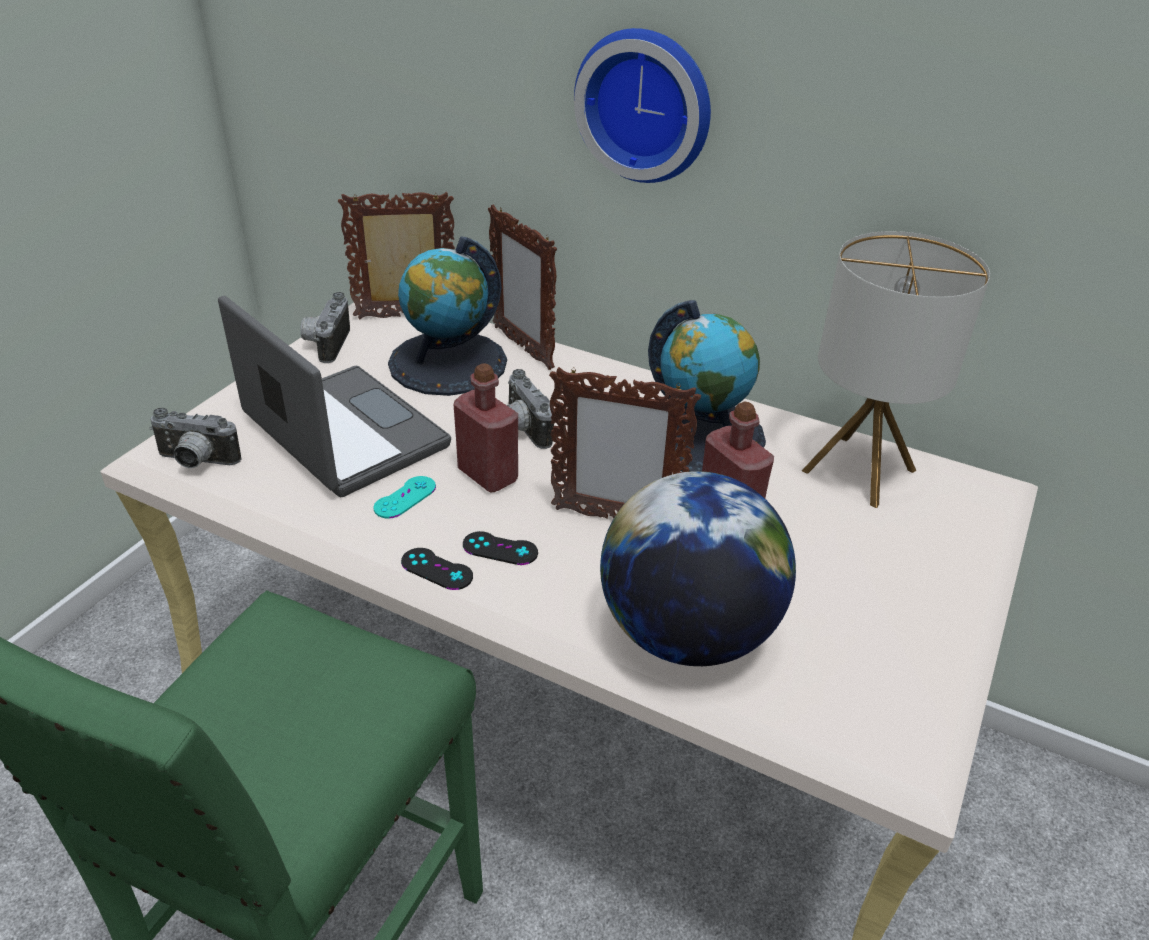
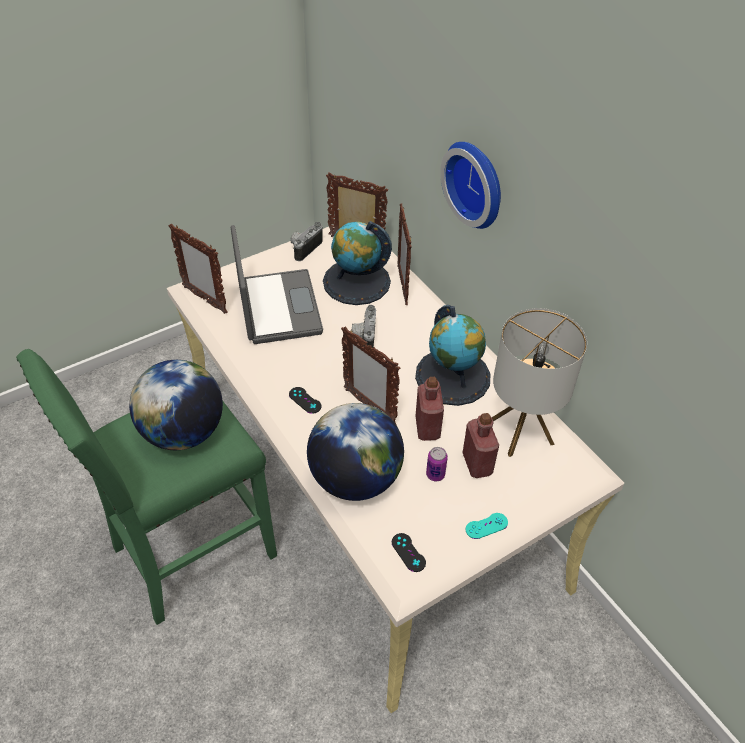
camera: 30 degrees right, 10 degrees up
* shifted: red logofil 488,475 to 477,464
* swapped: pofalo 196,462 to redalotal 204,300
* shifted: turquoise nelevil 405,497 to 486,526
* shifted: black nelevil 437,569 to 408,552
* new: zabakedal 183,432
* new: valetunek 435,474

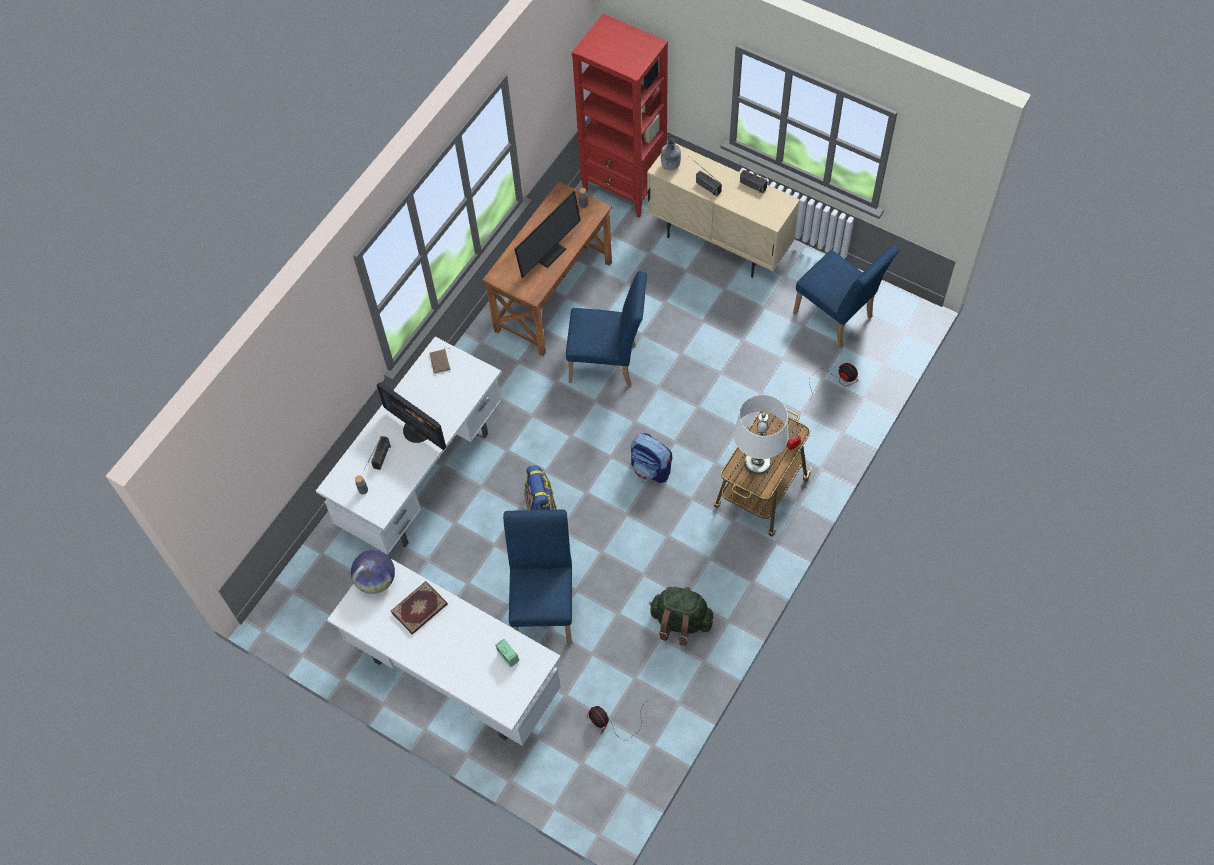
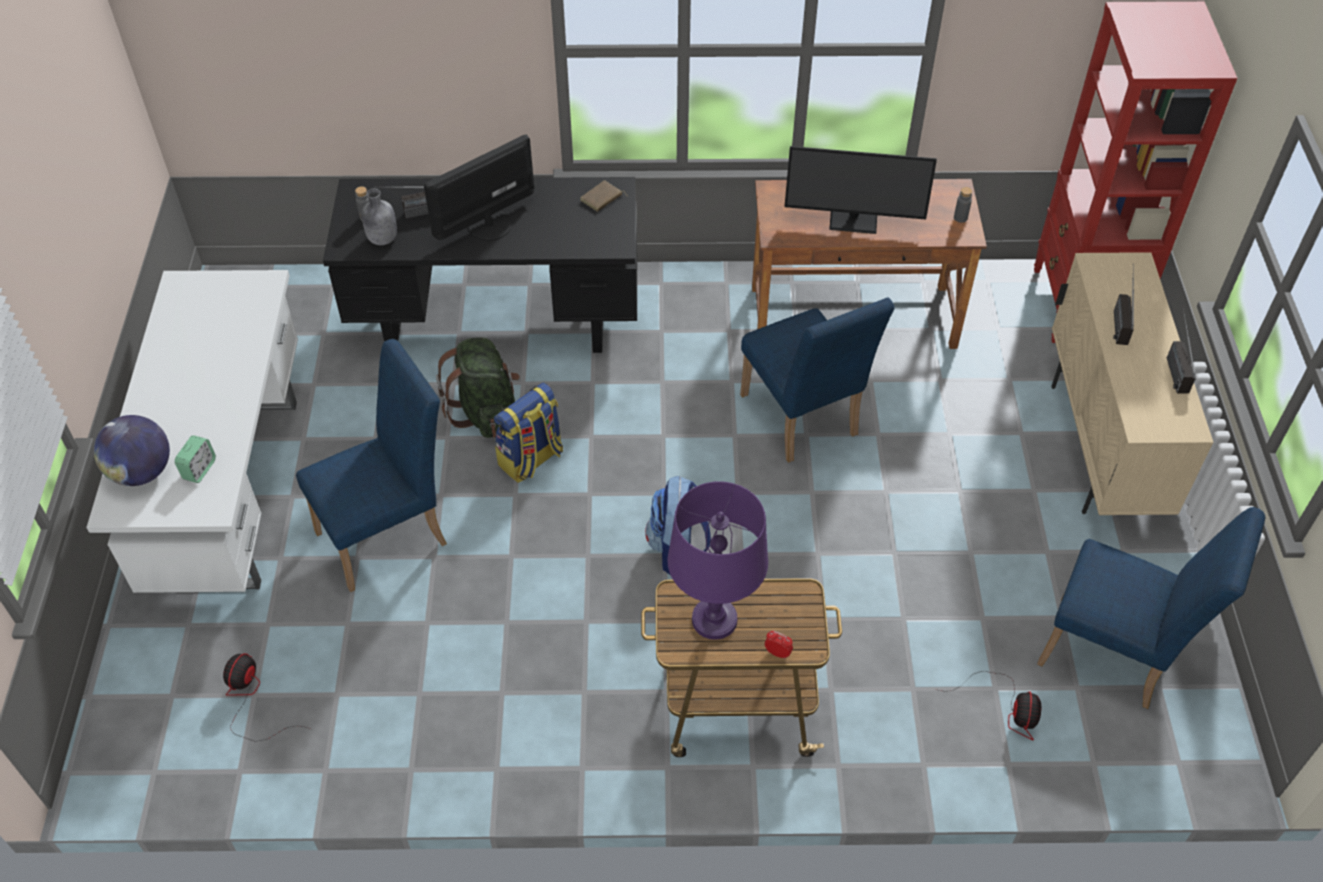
camera: 55 degrees right, 10 degrees down
* shifted: grey logofil 670,166 to 382,239
* rotated: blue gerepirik 837,318 = 1115,656 75 degrees counterclockwise
* repainted: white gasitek 423,476 to black gasitek 498,323
* rotated: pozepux 418,429 = 487,224 45 degrees clockwise
* repainted: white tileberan 757,463 to purple tileberan 714,620
* shifted: zabakedal 376,580 to 142,472
* gone: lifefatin 420,609
* shifted: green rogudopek 680,622 to 485,411

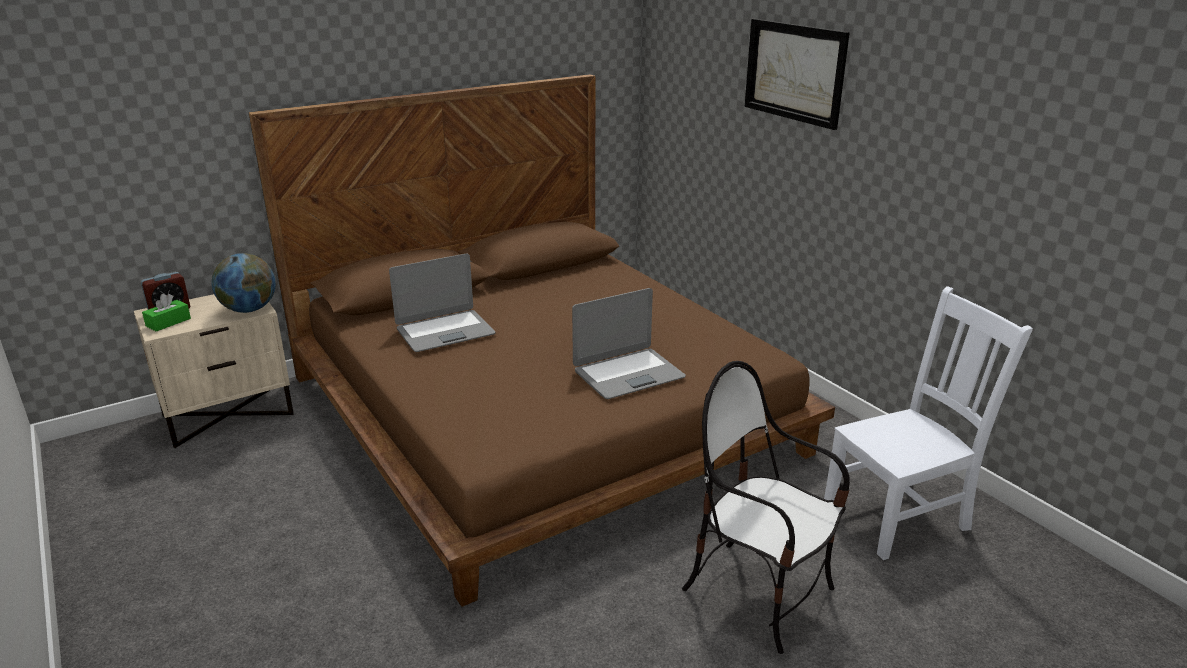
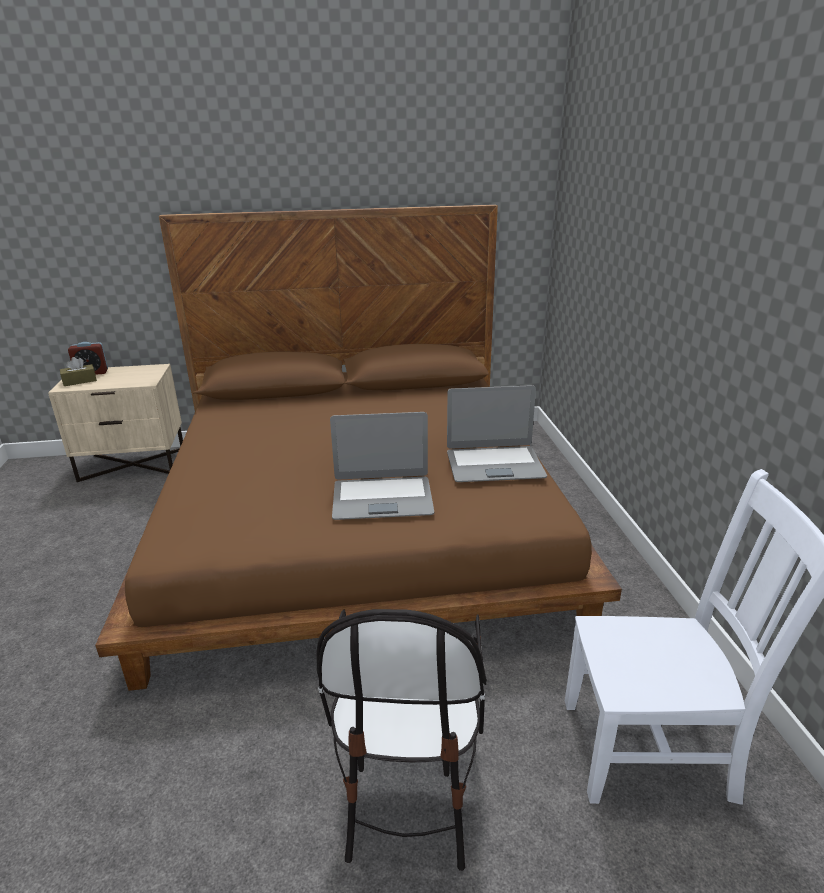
camera: 25 degrees right, 0 degrees up
* gone: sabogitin 794,72
* gone: zabakedal 249,309
* shifted: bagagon 445,332 to 494,465
* repainted: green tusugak 168,322 to brown tusugak 80,381
* rotated: gerepirik 758,593 = 408,788 150 degrees counterclockwise

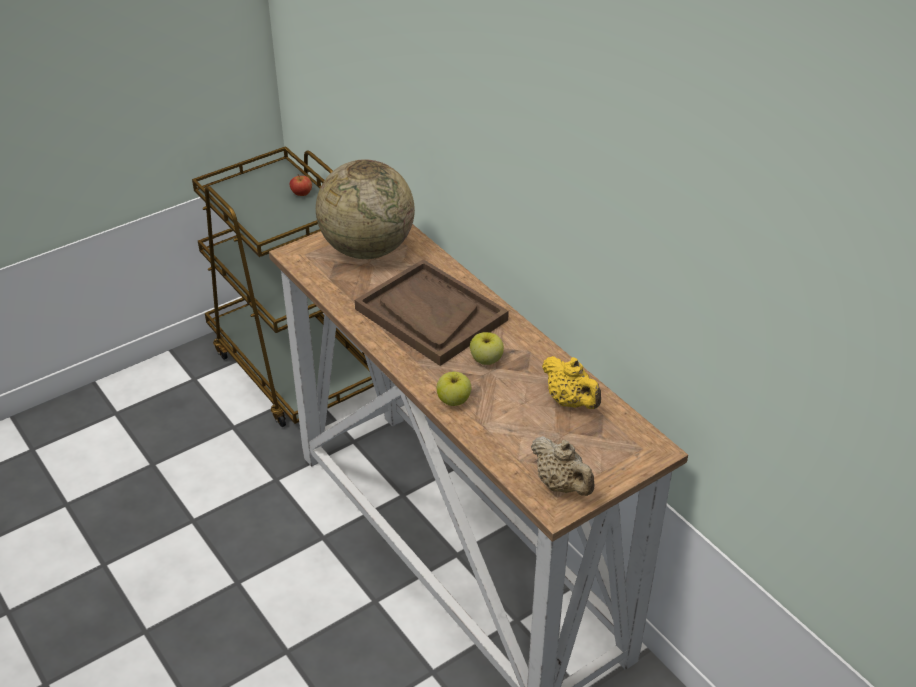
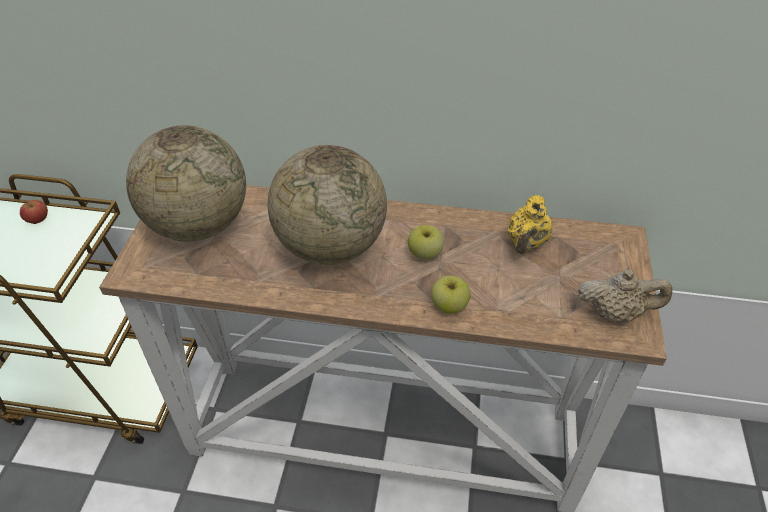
camera: 45 degrees left, 5 degrees up
* swapped: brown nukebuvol 430,314 to zabakedal 330,246
* rotated: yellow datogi 570,401 = 526,243 105 degrees clockwise

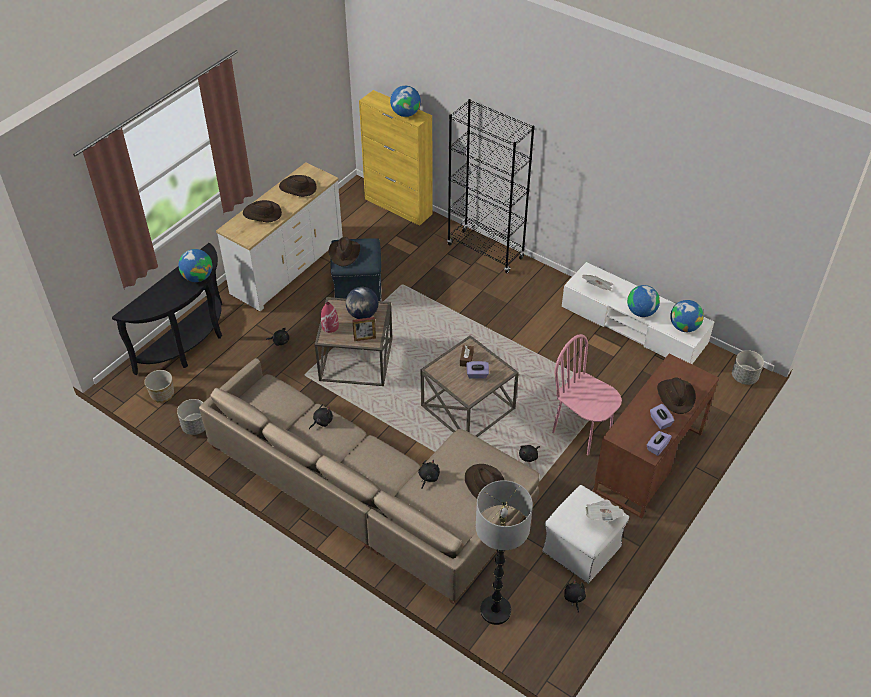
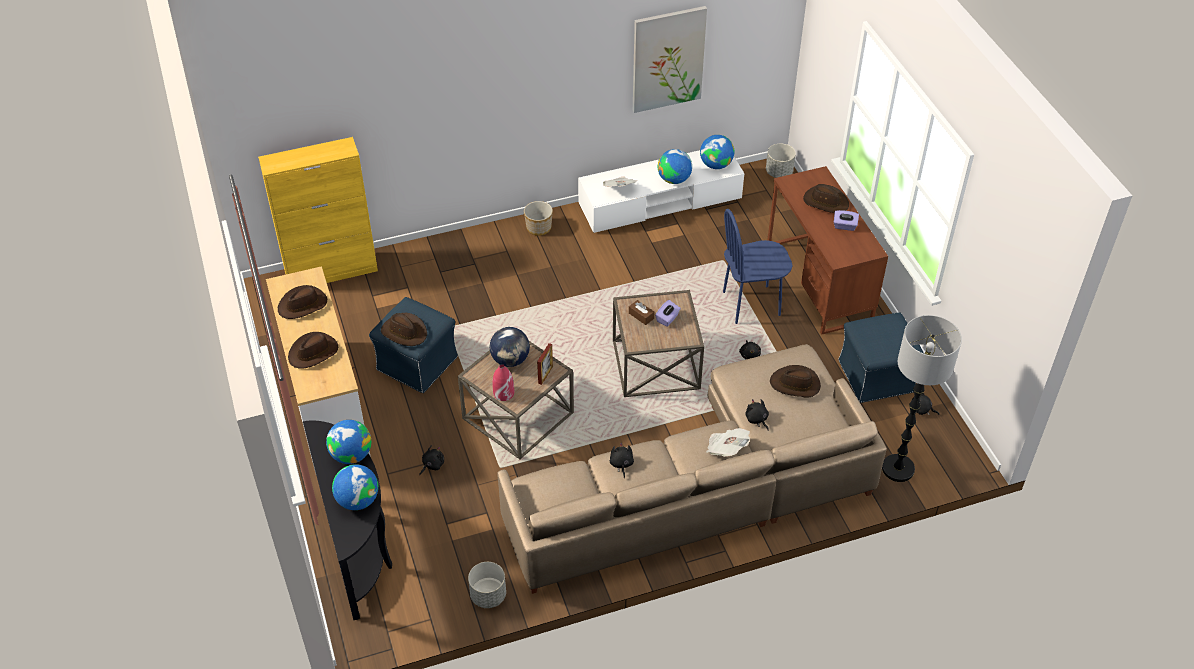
camera: 55 degrees left, 0 degrees up
* shifted: zabakedal 405,114 to 358,500
* gone: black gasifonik 485,251
* repainted: pink gerepirik 582,431 to blue gerepirik 751,304
* shifted: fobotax 162,394 to 539,228
* gone: purple tusugak 657,447
* repainted: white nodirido 581,549 to blue nodirido 876,377
* shifted: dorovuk 603,516 to 726,448
* new: sabogitin 668,59

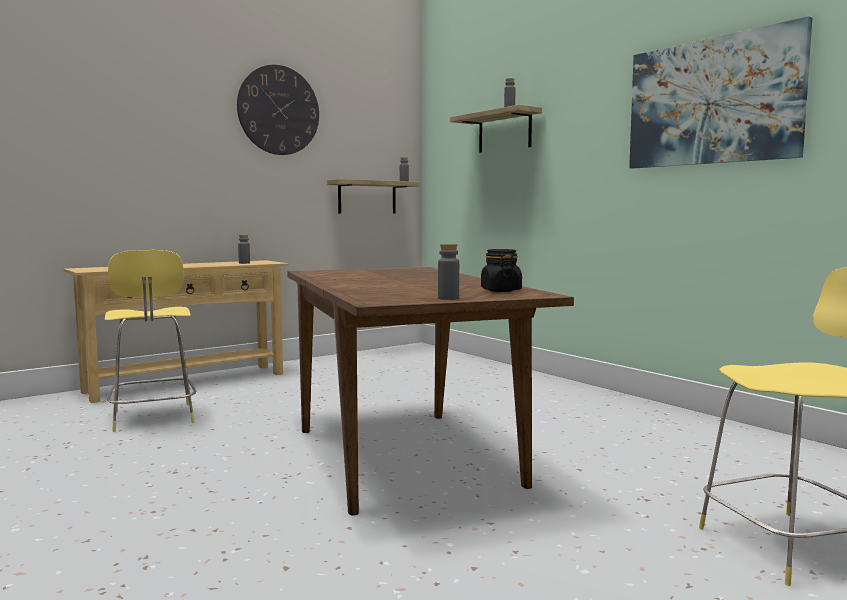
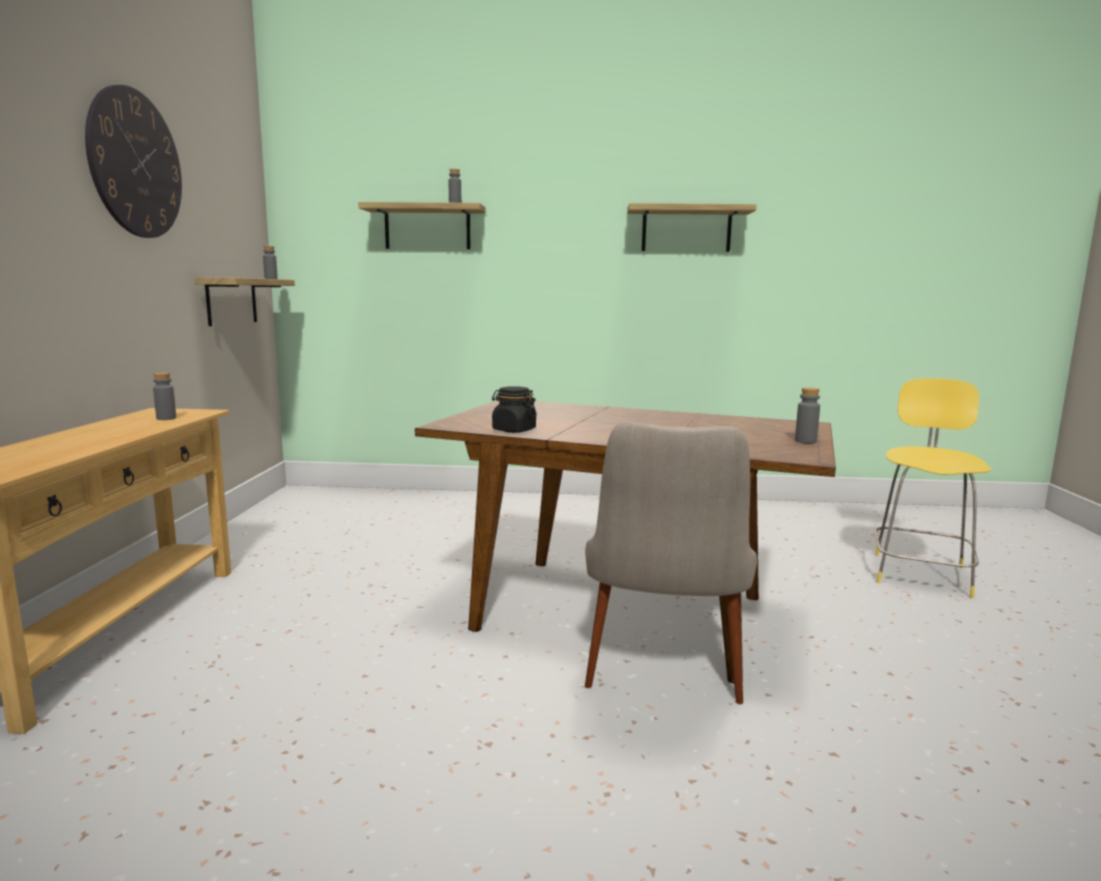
camera: 50 degrees left, 5 degrees up
* swapped: sabogitin 712,102 to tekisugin 686,229
* shifted: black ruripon 500,290 to 513,430
* gone: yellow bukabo 153,418
* new: beige gerepirik 662,678

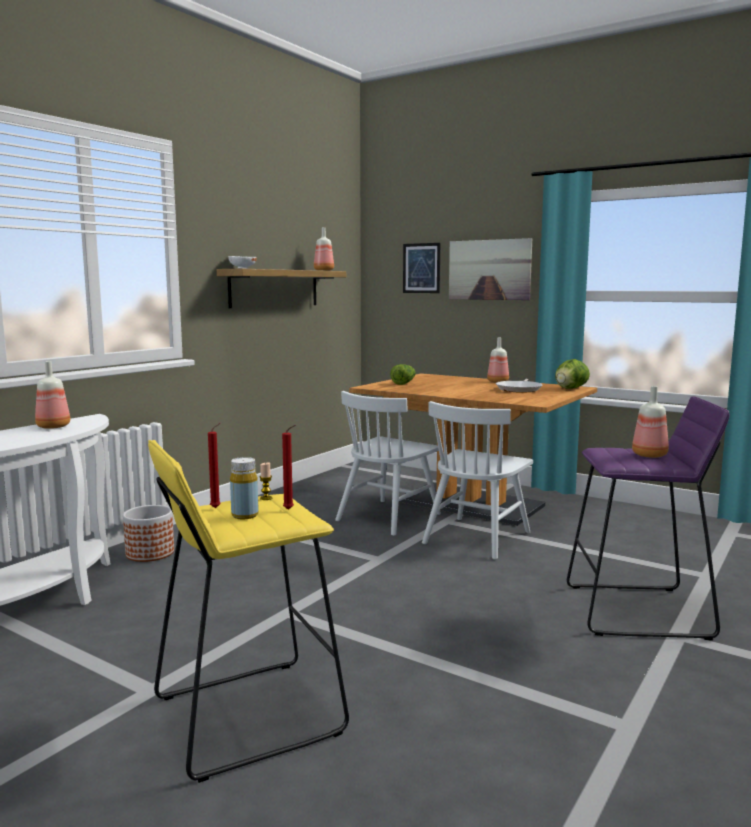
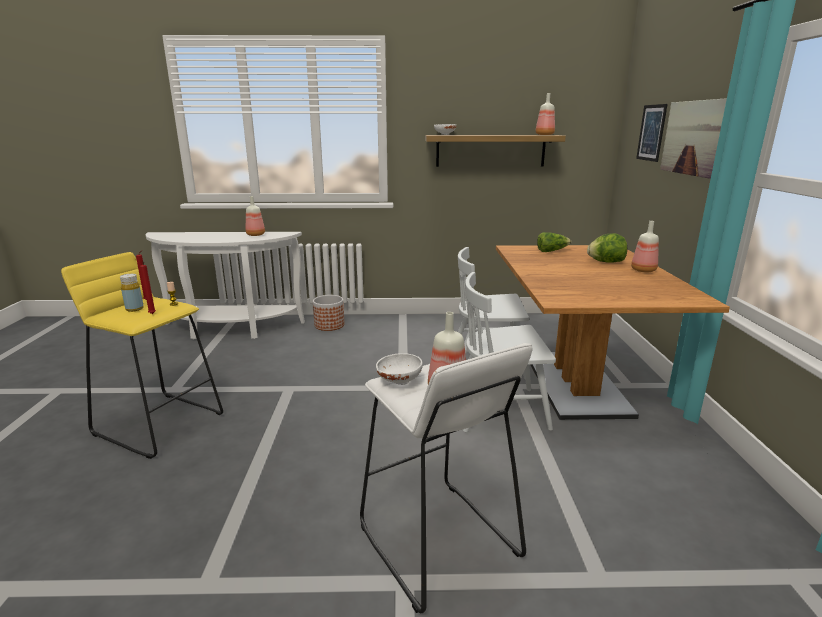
camera: 55 degrees right, 10 degrees up
* shifted: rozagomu 570,388 to 606,262
* gone: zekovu 519,389
* repainted: purple bukabo 638,611 to white bukabo 437,542
* new: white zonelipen 398,380

